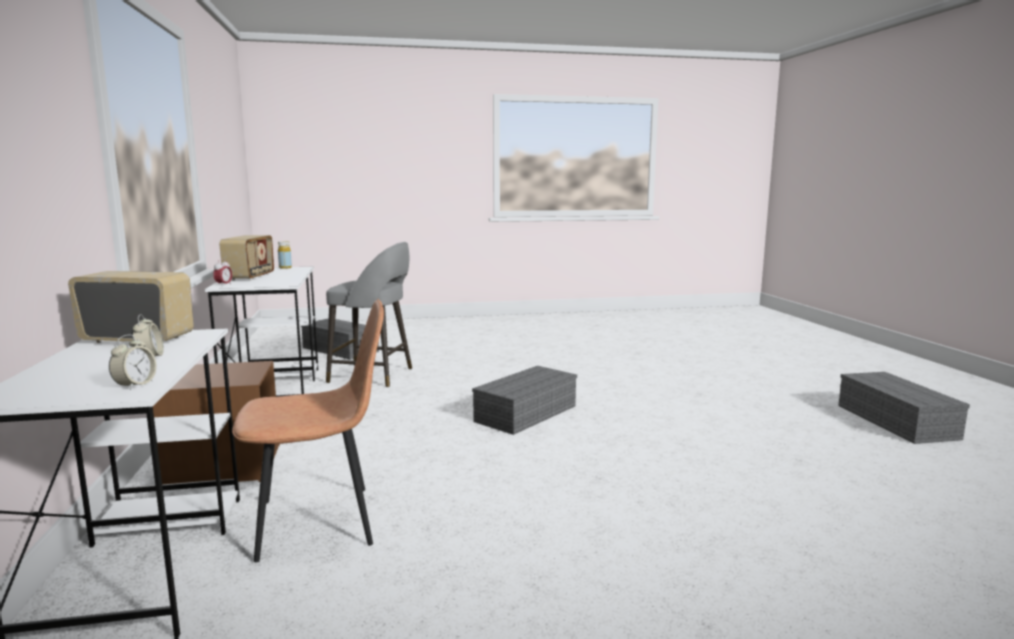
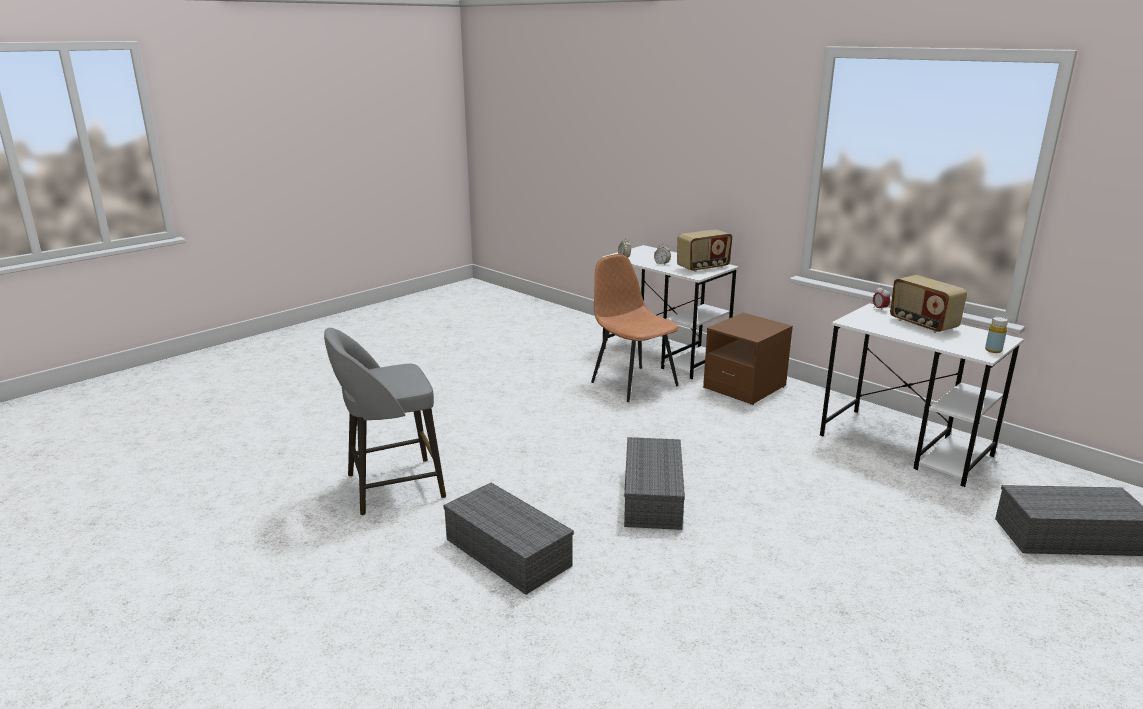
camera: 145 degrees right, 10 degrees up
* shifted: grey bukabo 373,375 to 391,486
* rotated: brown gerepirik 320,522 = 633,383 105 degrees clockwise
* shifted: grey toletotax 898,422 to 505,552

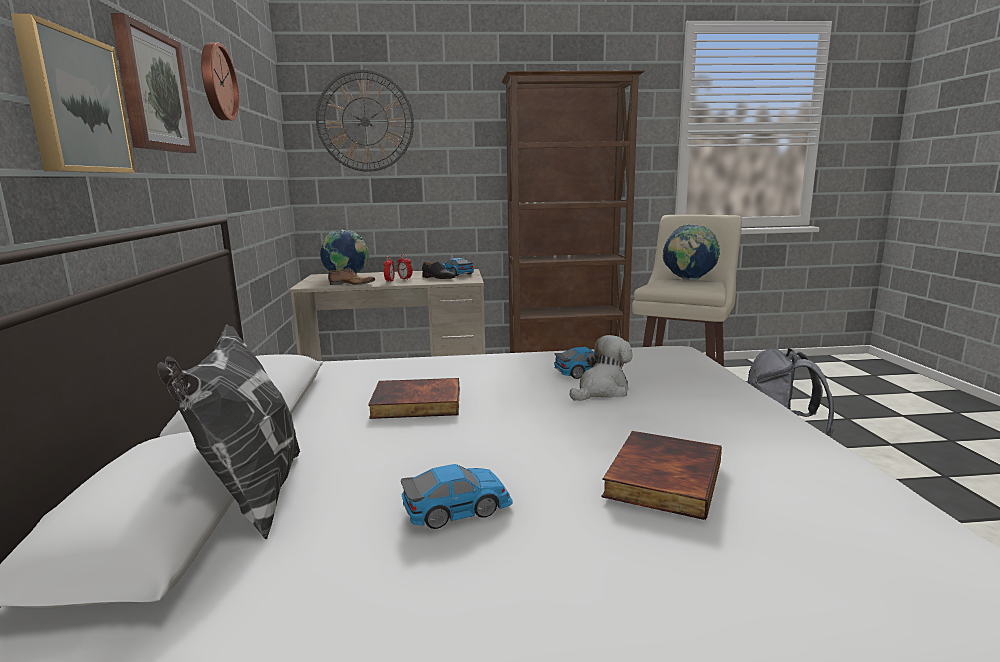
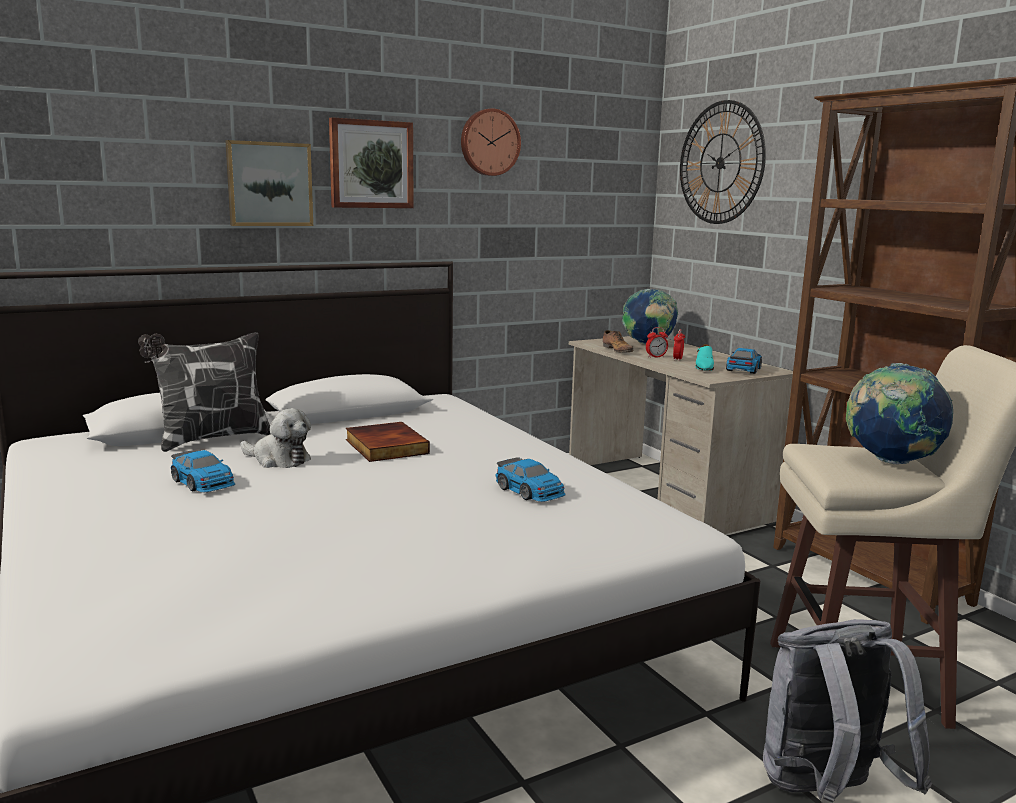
camera: 65 degrees right, 0 degrees up
* repainted: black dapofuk 438,278 to turquoise dapofuk 704,367
* shifted: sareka 602,391 to 278,460
* gone: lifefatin 661,478

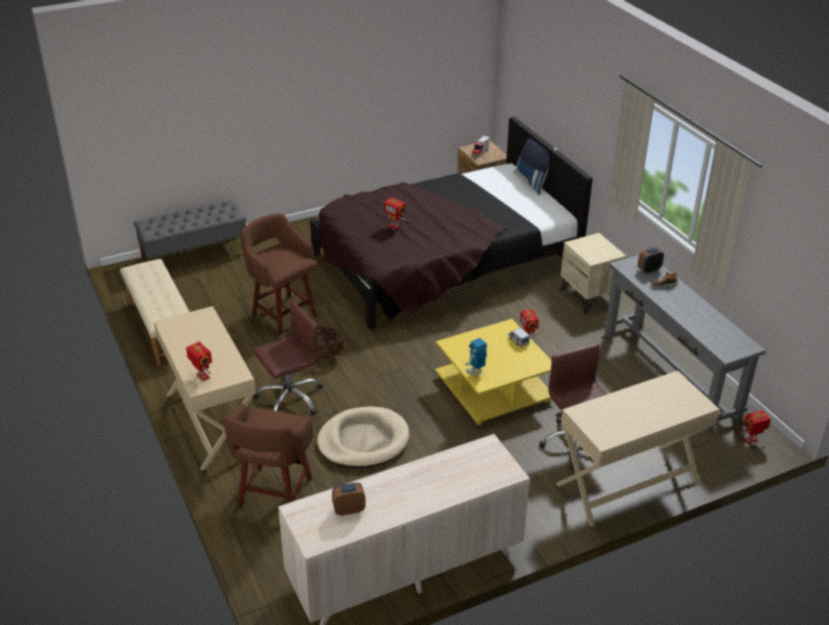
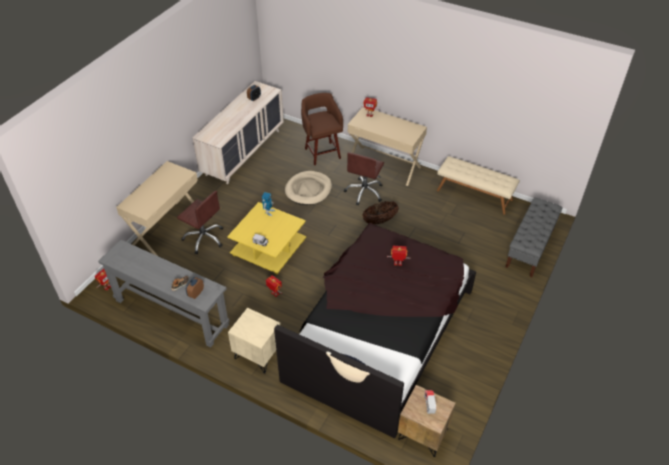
camera: 145 degrees right, 10 degrees up
* gone: brown bukabo 283,314

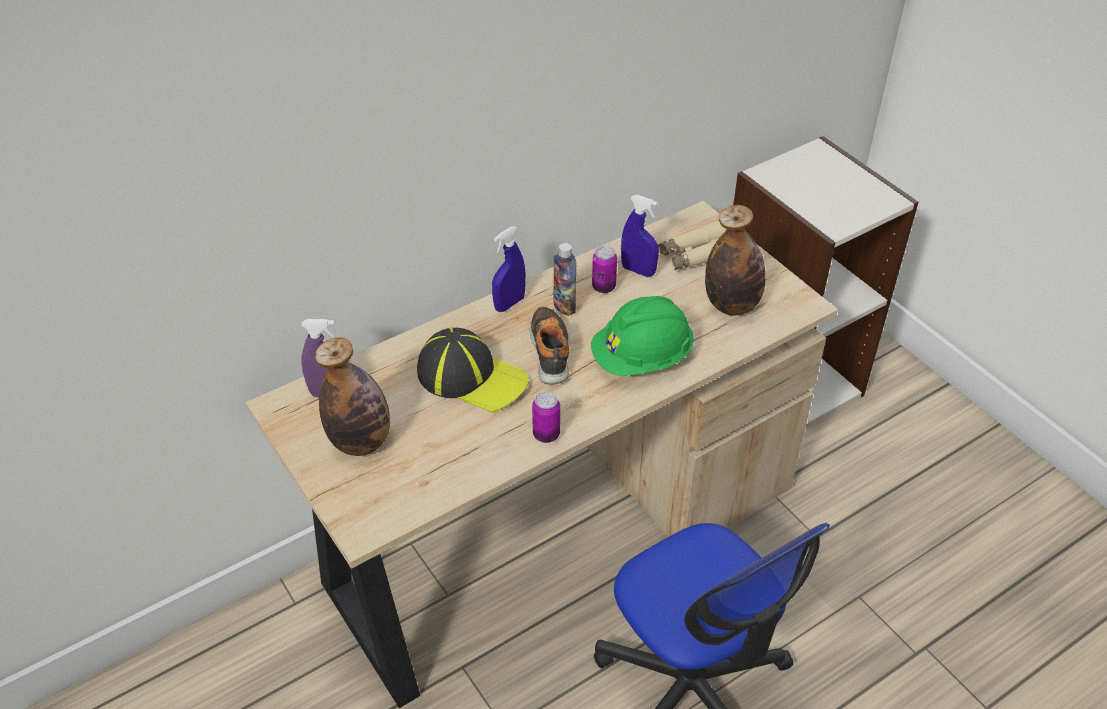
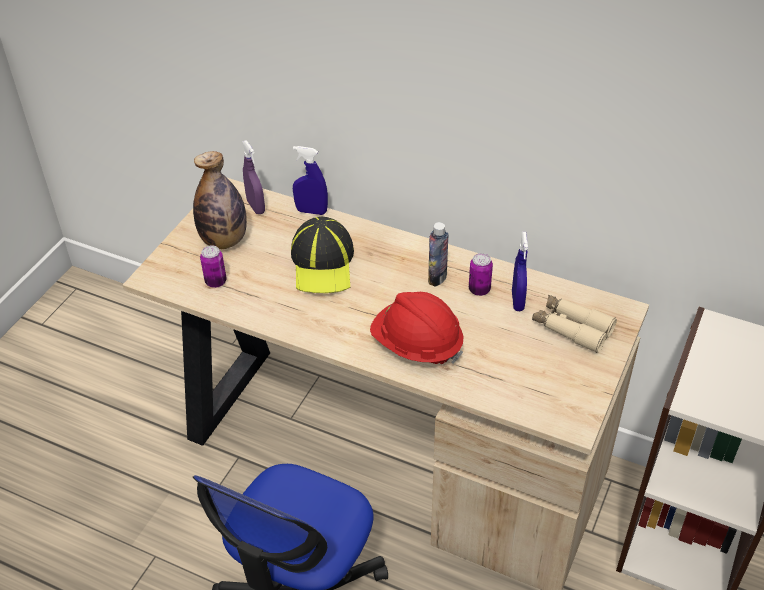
camera: 60 degrees right, 0 degrees up
* gone: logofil 732,305
* shifted: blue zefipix 509,304 to 311,211
* repainted: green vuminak 642,359 to red vuminak 416,345
* gone: dapofuk 551,351
* shifted: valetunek 546,435 to 216,282

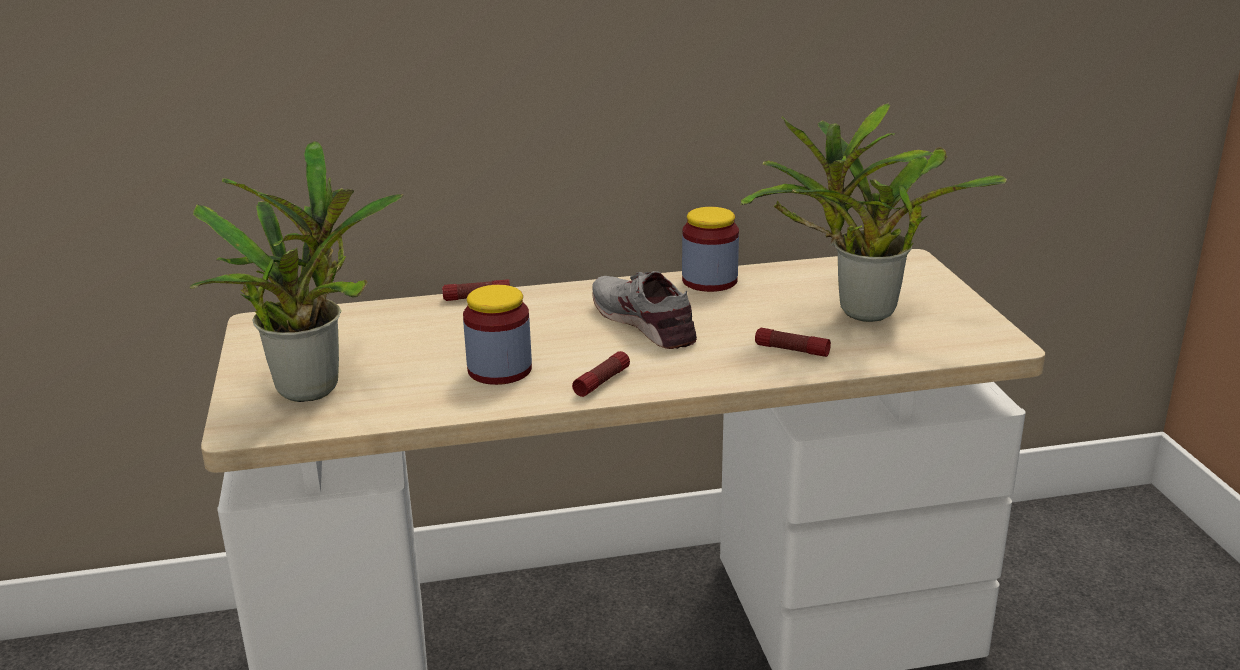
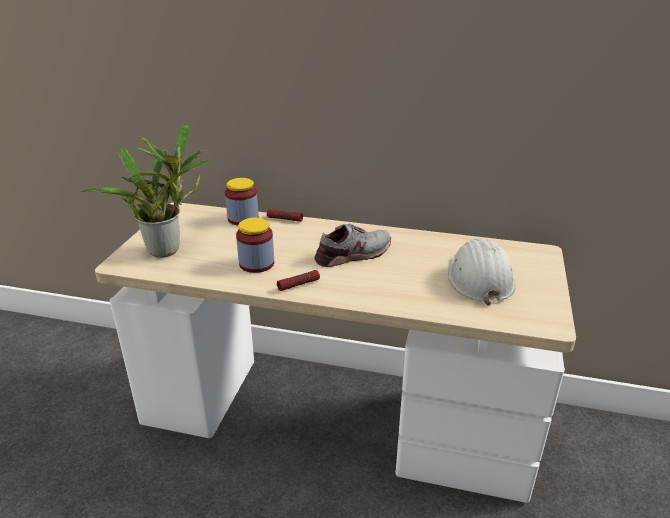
camera: 25 degrees right, 5 degrees up
* swapped: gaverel 857,311 to white vuminak 479,279
* shifted: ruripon 709,281 to 243,218
* rotated: grey dapofuk 645,322 = 353,254 75 degrees clockwise
* gone: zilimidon 791,350

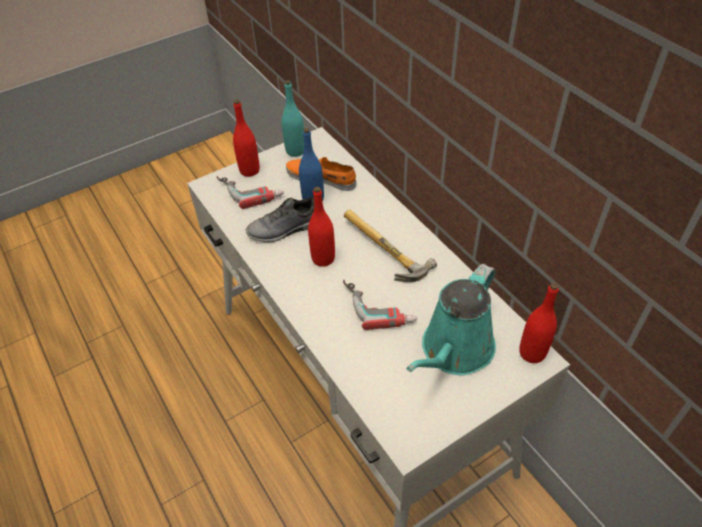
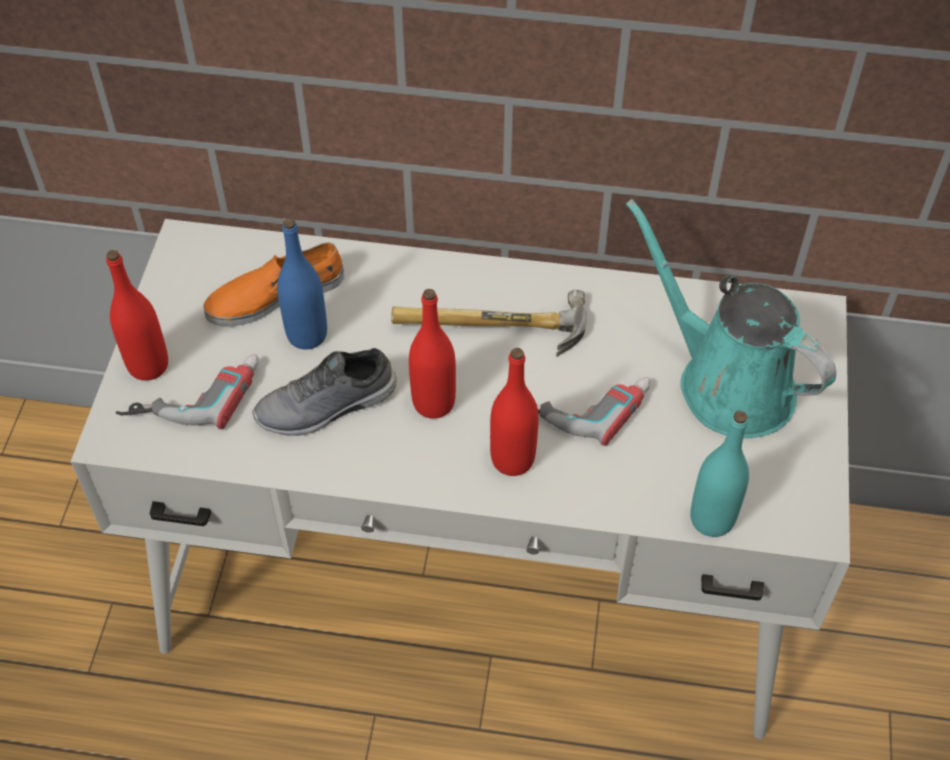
camera: 50 degrees left, 5 degrees up
* shifted: turquoise logofil 295,151 to 712,519
* rotated: grey dapofuk 285,229 = 327,407 45 degrees clockwise
* rotated: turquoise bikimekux 454,351 = 726,382 150 degrees clockwise
* shifted: red logofil 532,353 to 512,459

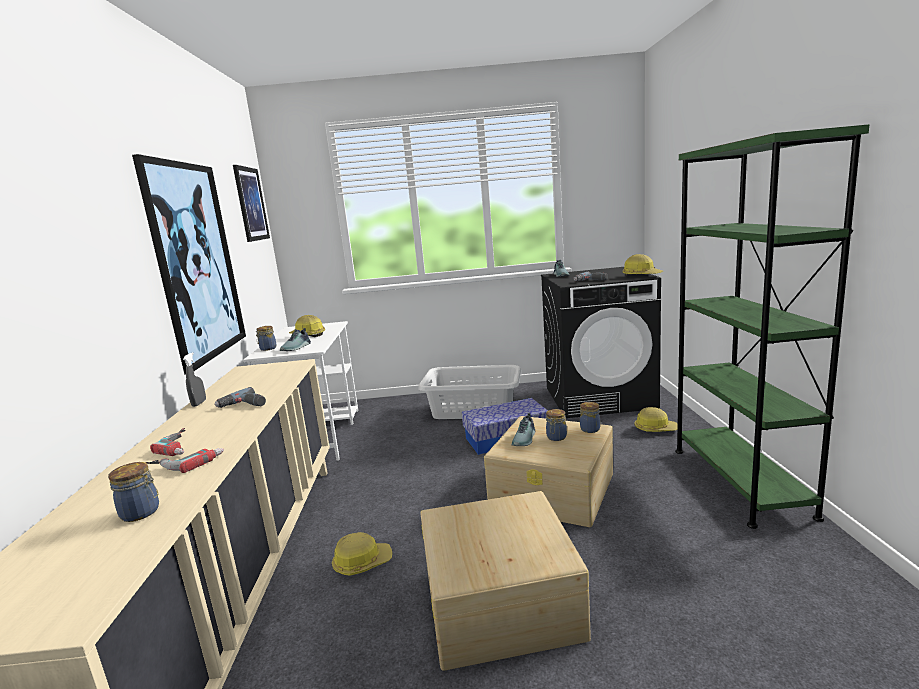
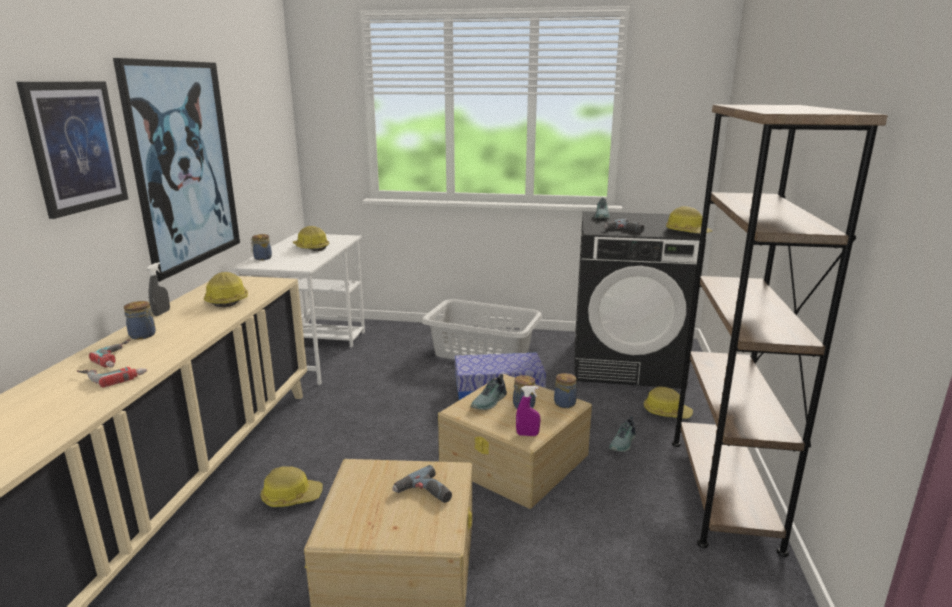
camera: 10 degrees right, 5 degrees up
* repainted: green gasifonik 739,481 to brown gasifonik 722,491
* shifted: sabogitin 251,204 to 76,147
* shifted: dapofuk 297,348 to 624,443
* shifted: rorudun 243,405 to 424,494
* shifted: ruripon 142,513 to 143,335
* new: vuminak 227,300
* new: purple zefipix 527,434

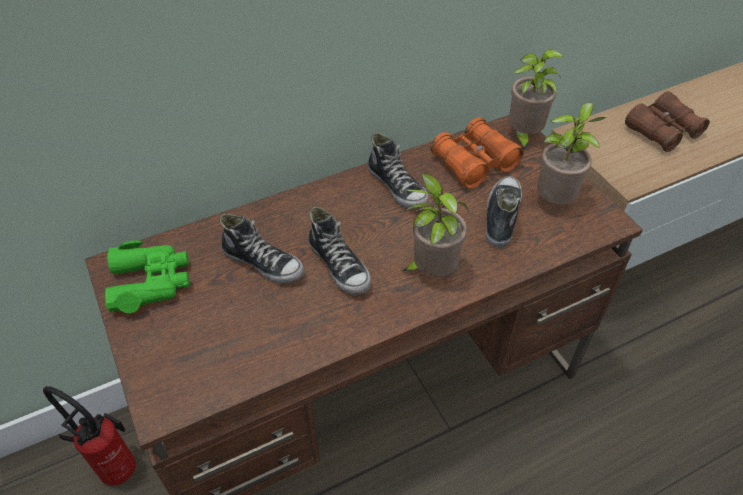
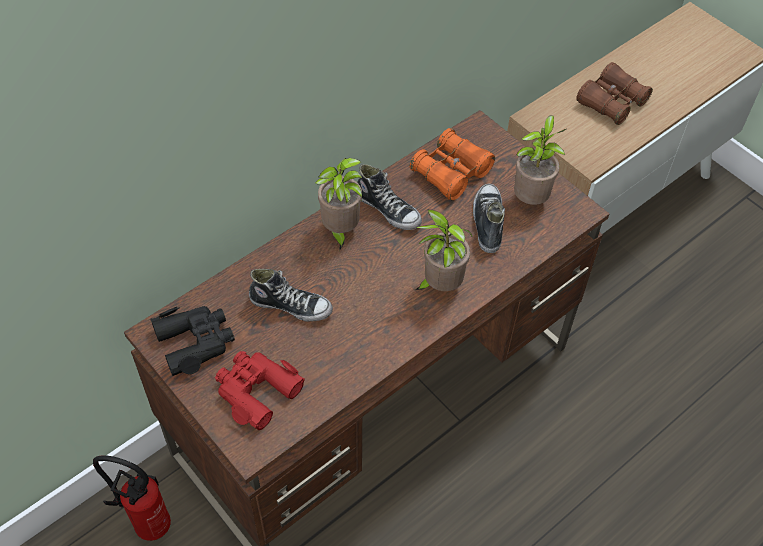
camera: 15 degrees left, 5 degrees up
* shifted: gaverel 523,136 to 340,231
* gone: dapofuk 340,266
* repainted: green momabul 150,282 to black momabul 195,342
* new: red momabul 256,391

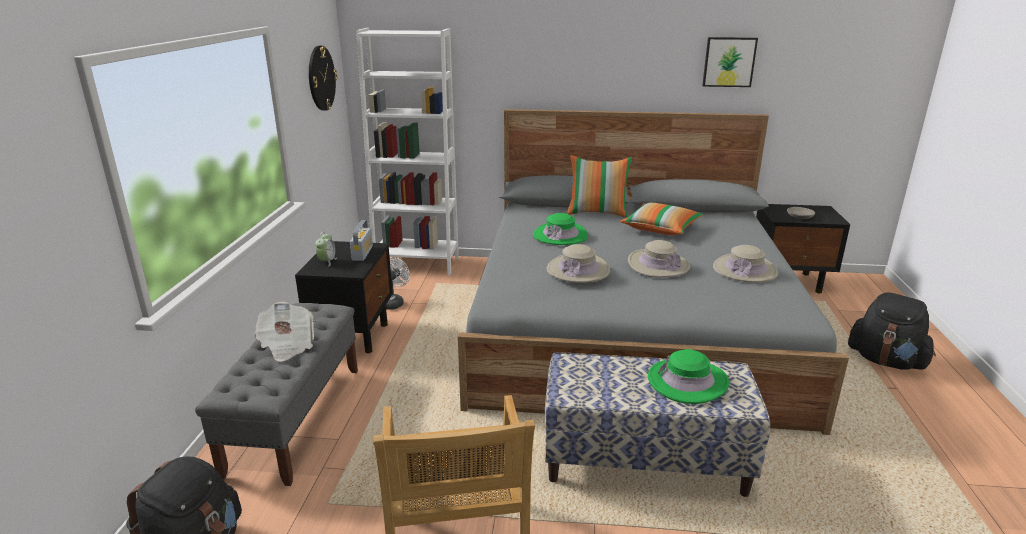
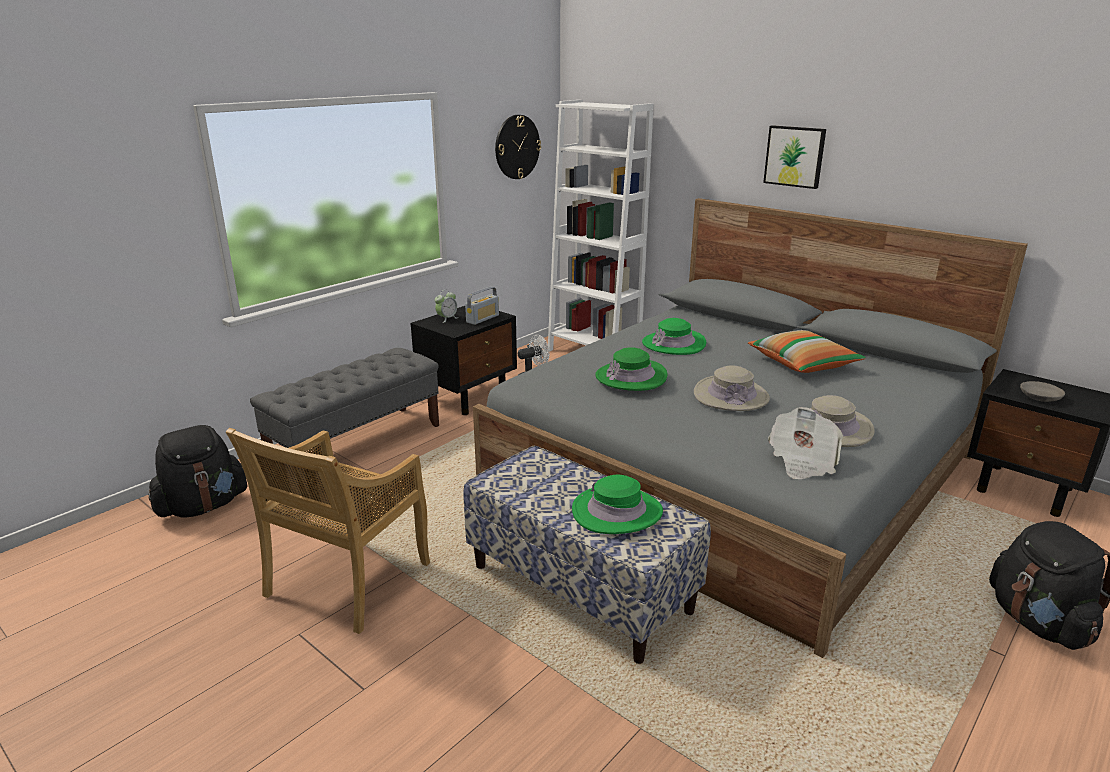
camera: 35 degrees right, 0 degrees up
* shifted: sabogitin 729,62 to 795,156
* gone: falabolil 597,213
* repainted: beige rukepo 578,270 to green rukepo 631,376
* shifted: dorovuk 287,345 to 802,461

